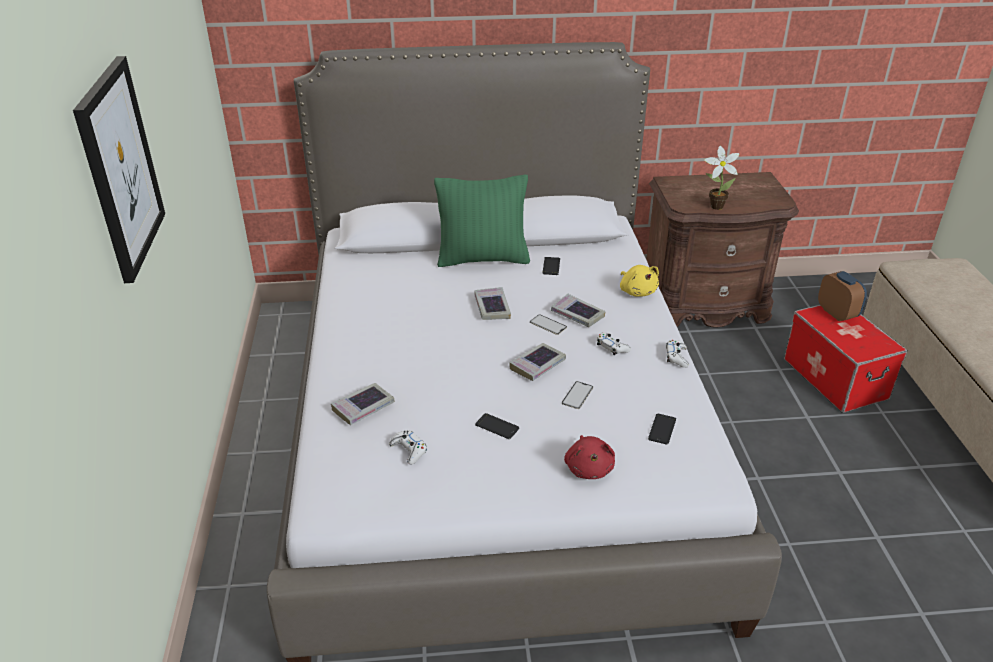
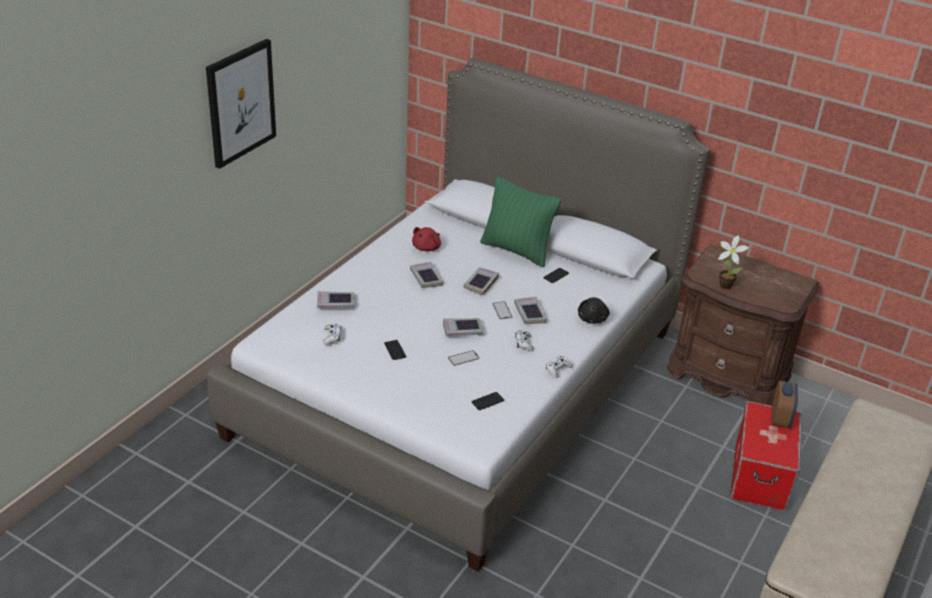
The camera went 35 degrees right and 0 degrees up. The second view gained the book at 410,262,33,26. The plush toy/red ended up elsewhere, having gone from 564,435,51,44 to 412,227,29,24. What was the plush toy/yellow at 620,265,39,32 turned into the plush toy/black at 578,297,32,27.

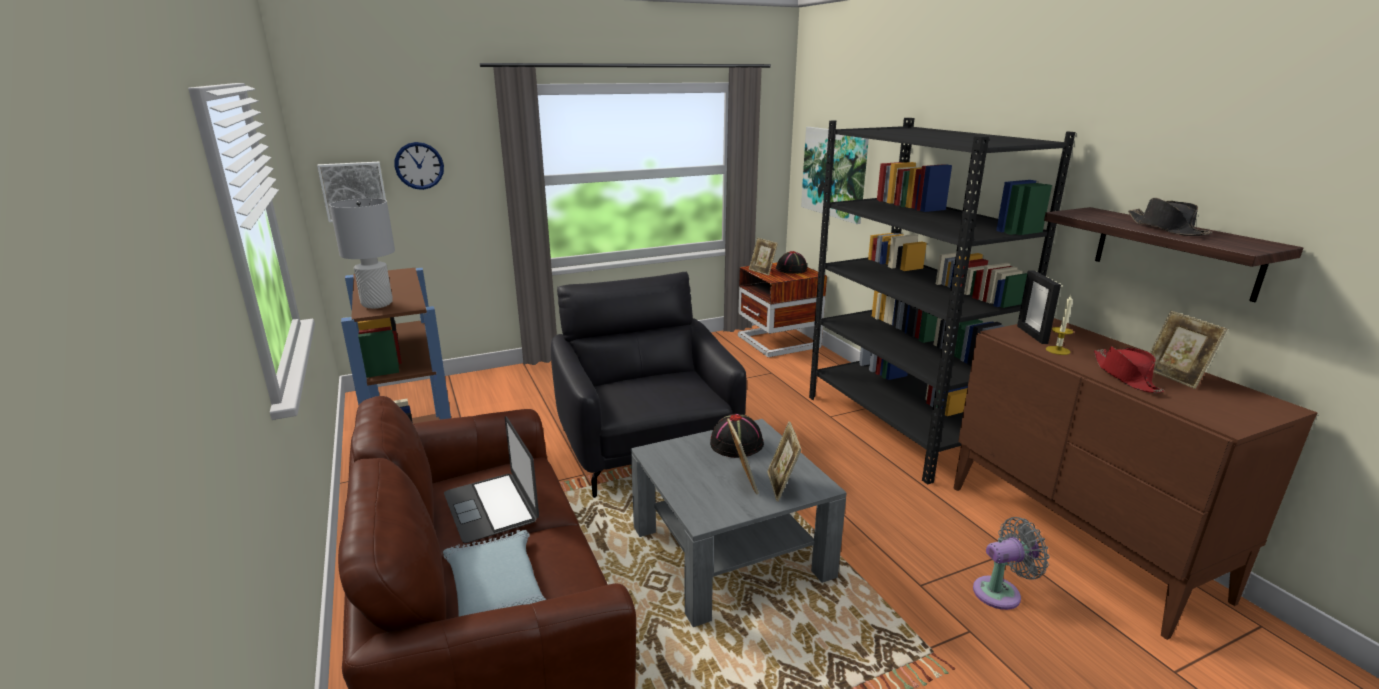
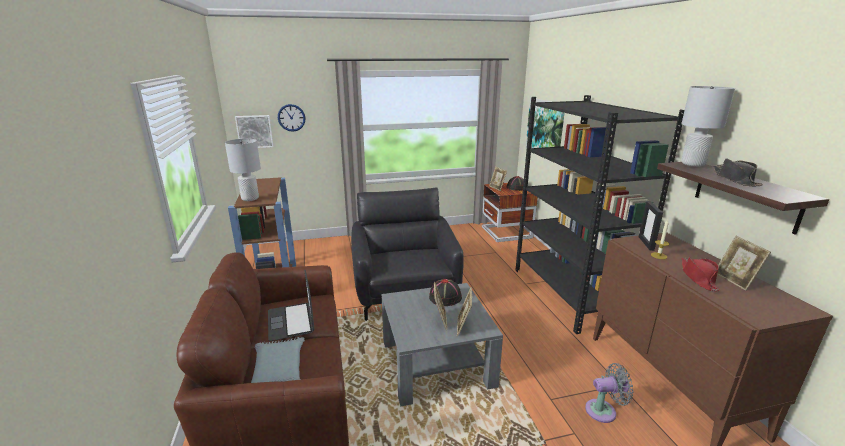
The camera went 10 degrees right and 0 degrees up. The second view gained the table lamp/grey at 681,86,54,81.

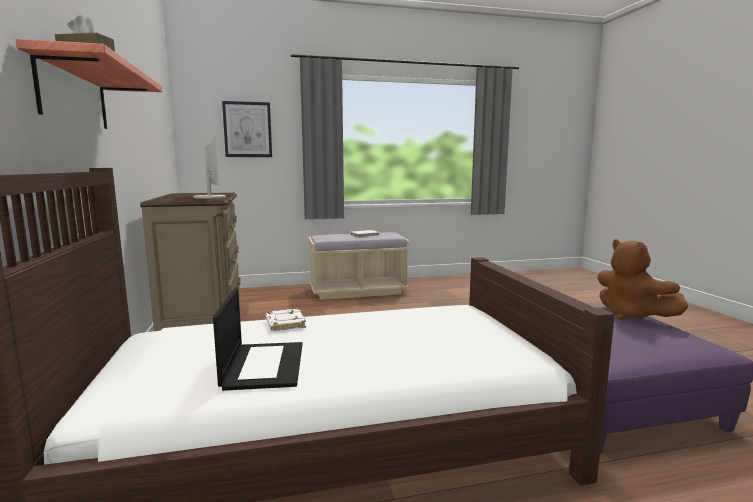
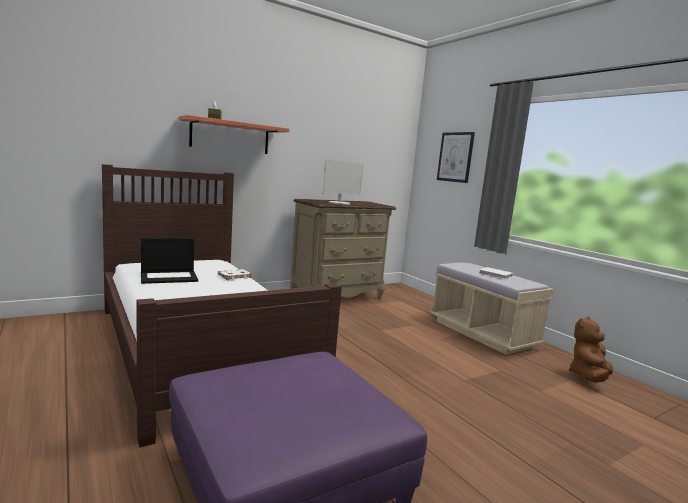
The camera went 70 degrees right and 0 degrees up. The plush toy/brown ended up elsewhere, having gone from 597,240,92,80 to 569,316,44,67.

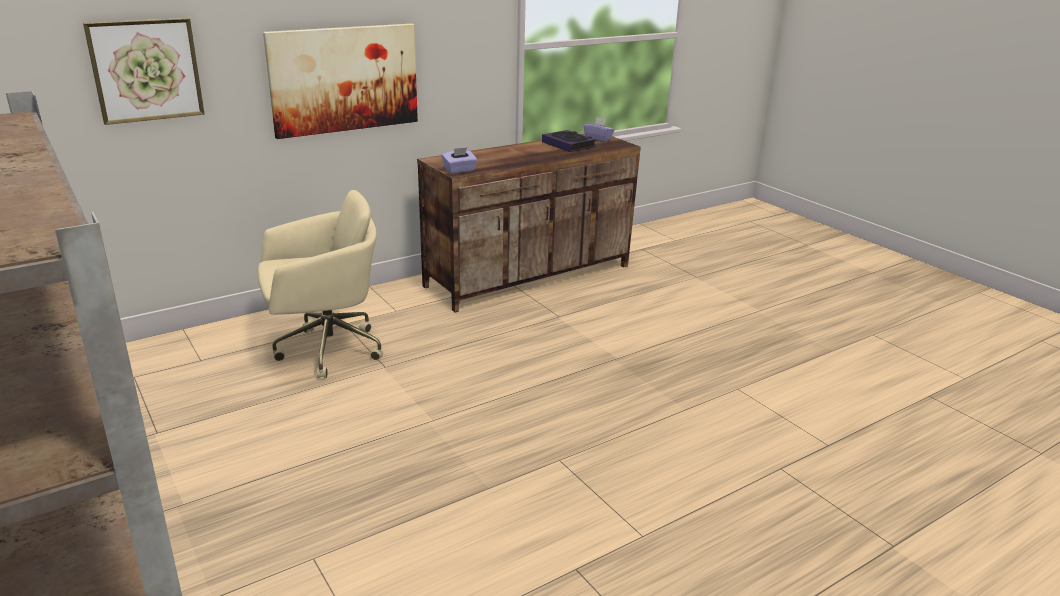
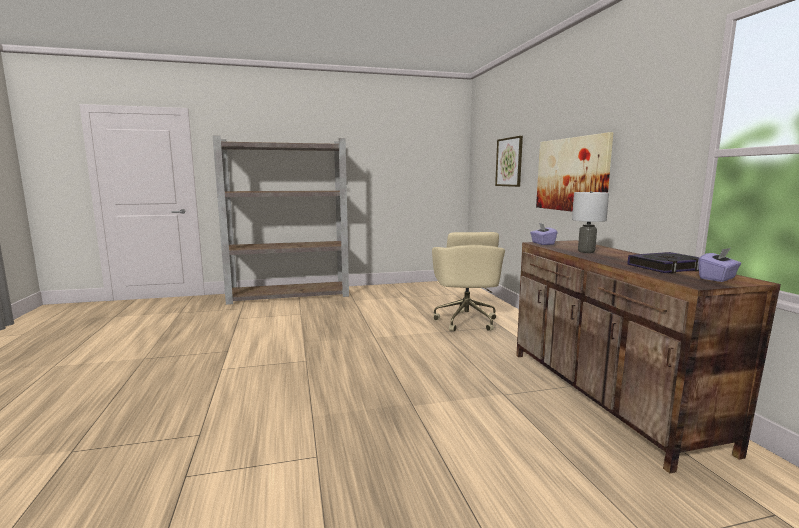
The camera went 110 degrees right and 15 degrees down. The second view gained the table lamp/white at 572,191,37,62.

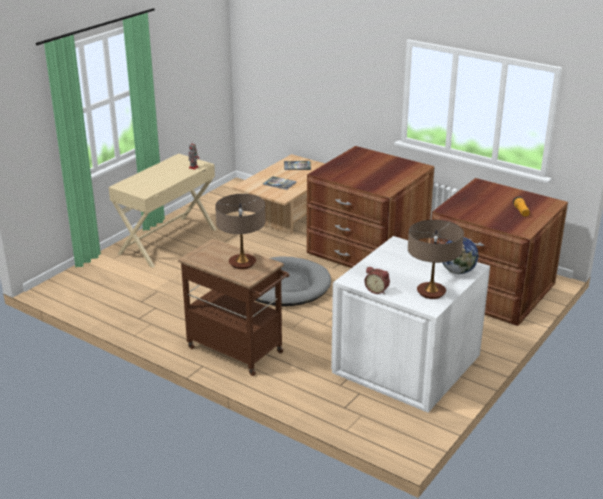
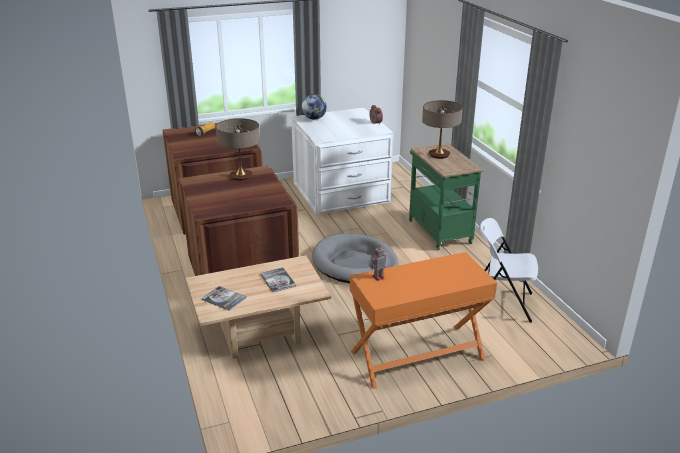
The camera went 145 degrees left and 0 degrees up. The table lamp ended up elsewhere, having gone from 408,220,56,79 to 216,118,44,63. What was the desk/beige at 108,154,109,114 turned into the desk/orange at 350,252,147,137. What was the cart/brown at 178,239,111,137 turned into the cart/green at 409,143,74,107. The second view gained the chair/white at 477,218,61,105.

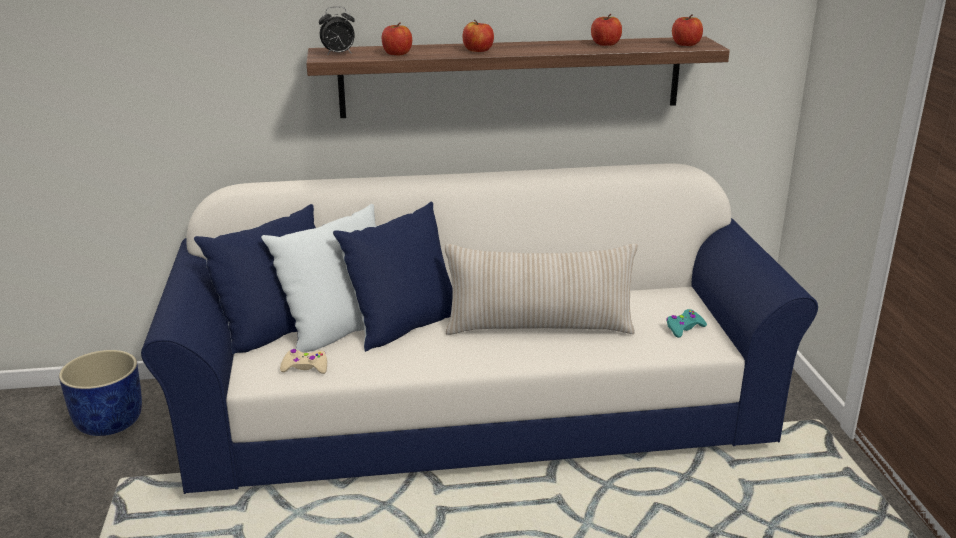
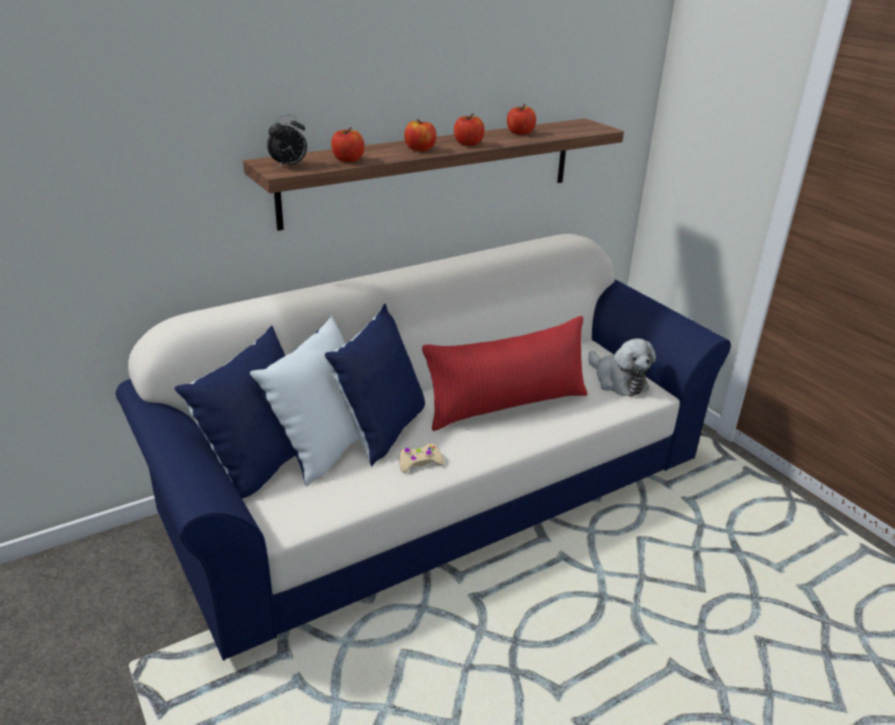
The camera went 25 degrees left and 5 degrees up. The game controller/beige ended up elsewhere, having gone from 280,349,47,25 to 399,444,45,29. What was the pillow/beige at 445,244,193,91 turned into the pillow/red at 422,316,165,115. The apple ended up elsewhere, having gone from 672,14,31,32 to 454,113,31,33. Where the game controller/turquoise stood at 666,309,41,29, the plush toy came to stand at 588,339,68,58. The second view lost the planter/blue at 59,350,83,86.

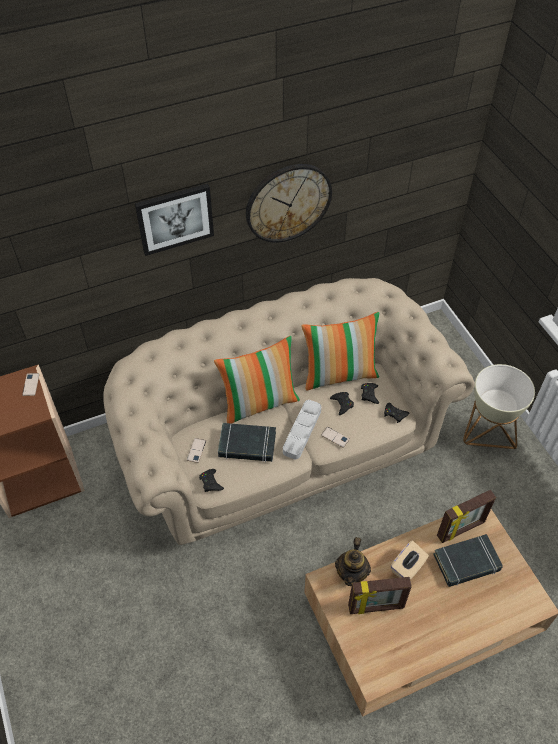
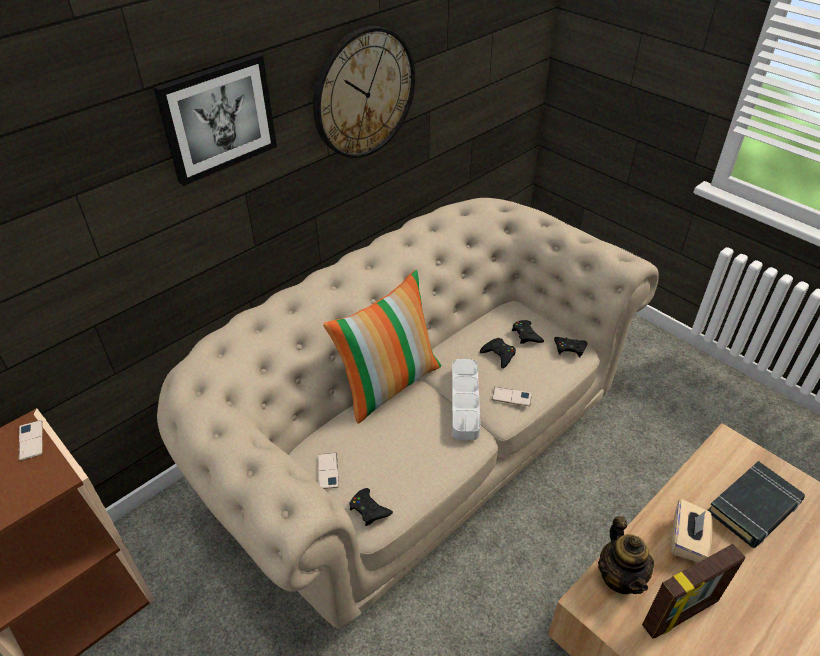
The camera went 20 degrees left and 10 degrees down. The second view lost the book/black at 218,423,58,39. The second view lost the pillow at 301,312,79,79. The second view lost the picture frame at 437,490,59,53. The second view lost the planter at 463,364,72,85.

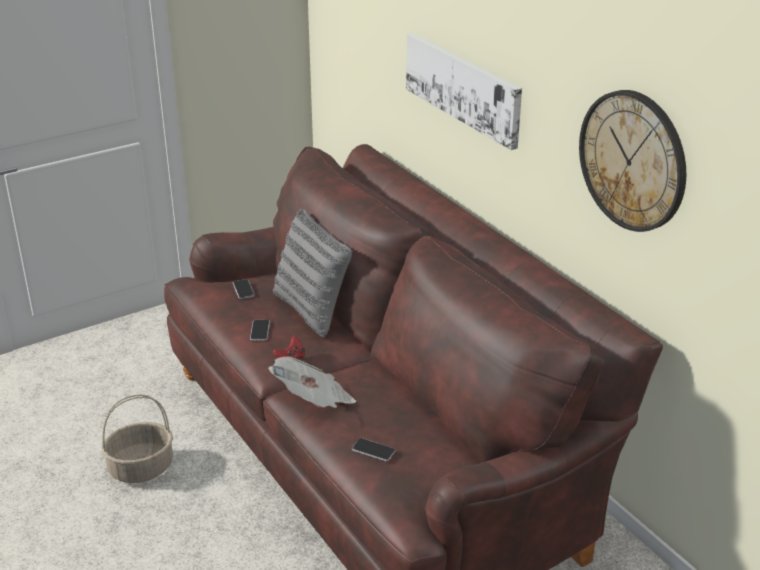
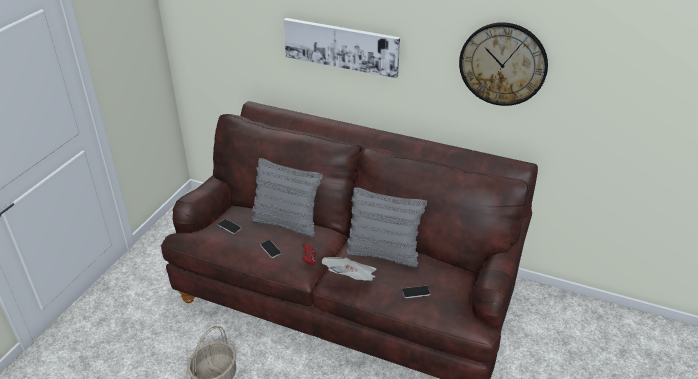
The camera went 35 degrees left and 5 degrees up. The second view gained the pillow/grey at 347,187,80,80.

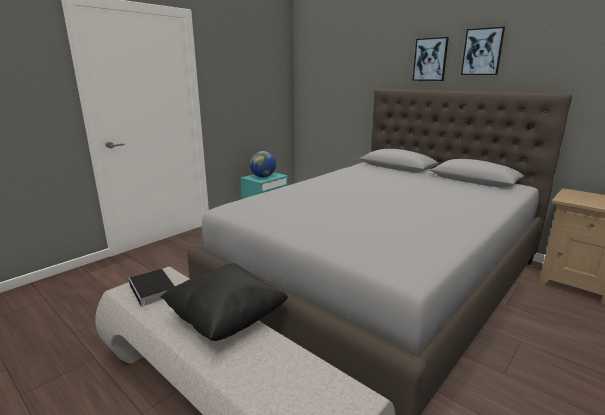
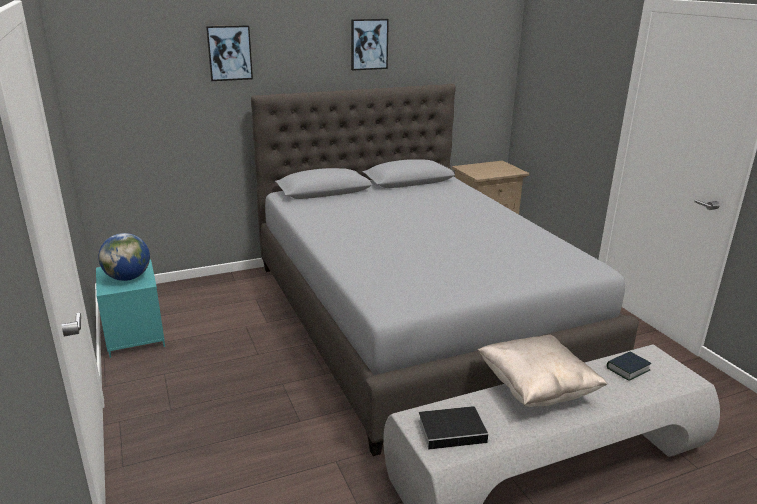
The camera went 65 degrees left and 5 degrees up. The picture ended up elsewhere, having gone from 413,37,36,44 to 206,25,47,56. What was the pillow/black at 161,263,127,78 turned into the pillow/beige at 478,335,130,72. The second view gained the book at 607,352,44,29.

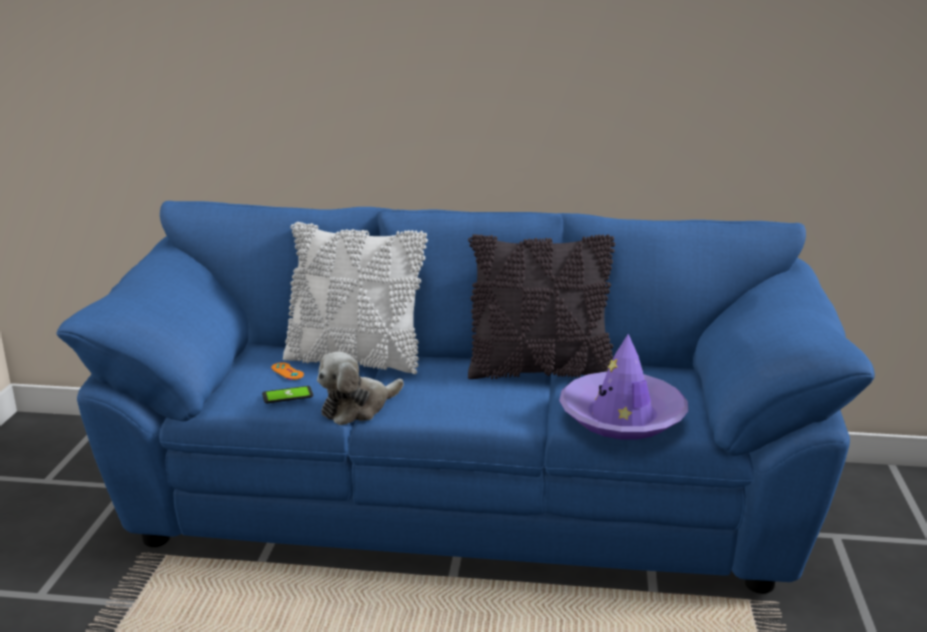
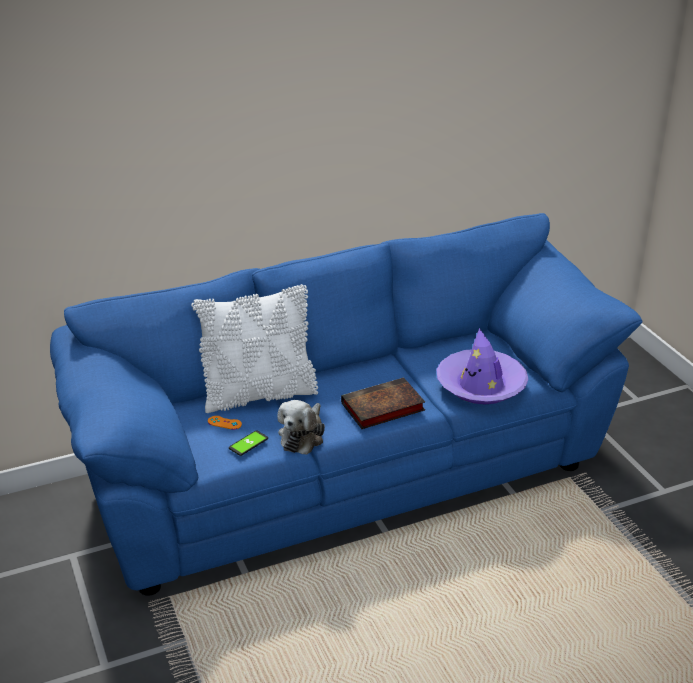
The camera went 30 degrees left and 10 degrees up. The second view gained the book at 341,377,84,52. The second view lost the pillow/black at 468,234,147,145.

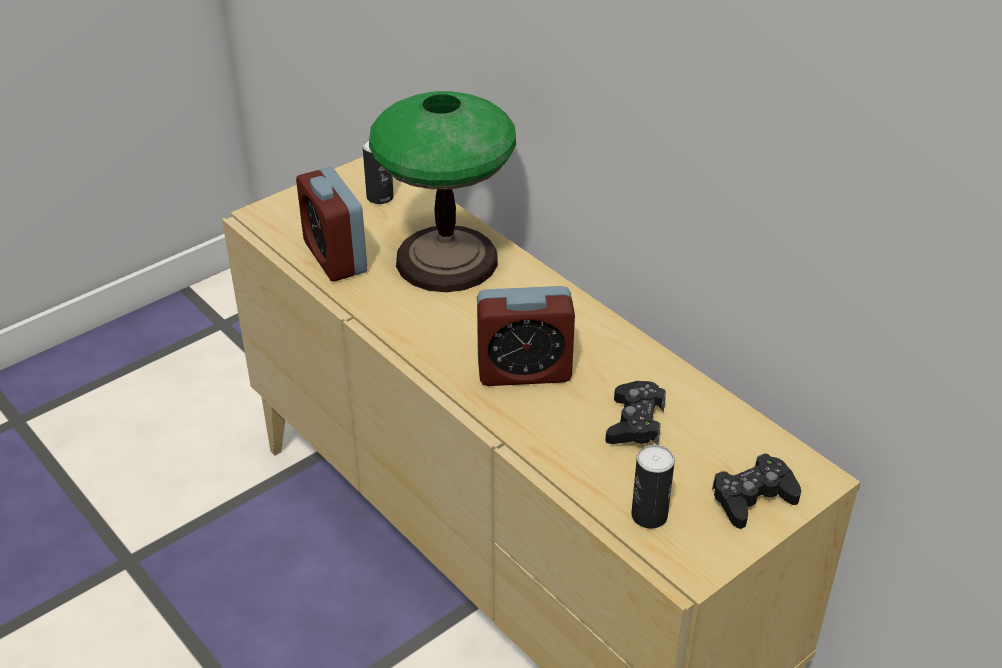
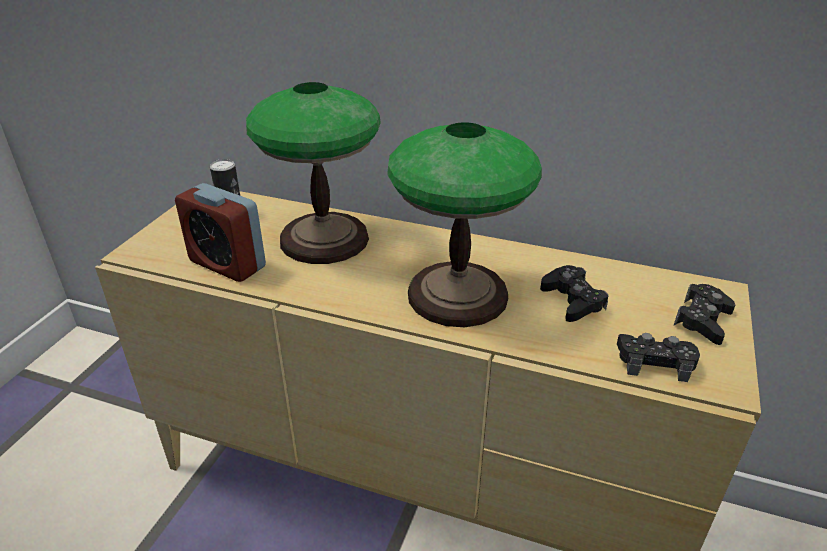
The camera went 30 degrees left and 5 degrees down. Where the alarm clock stood at 477,286,98,100, the table lamp came to stand at 387,122,155,205. Where the can stood at 631,445,44,84, the game controller/black came to stand at 617,333,83,49.

